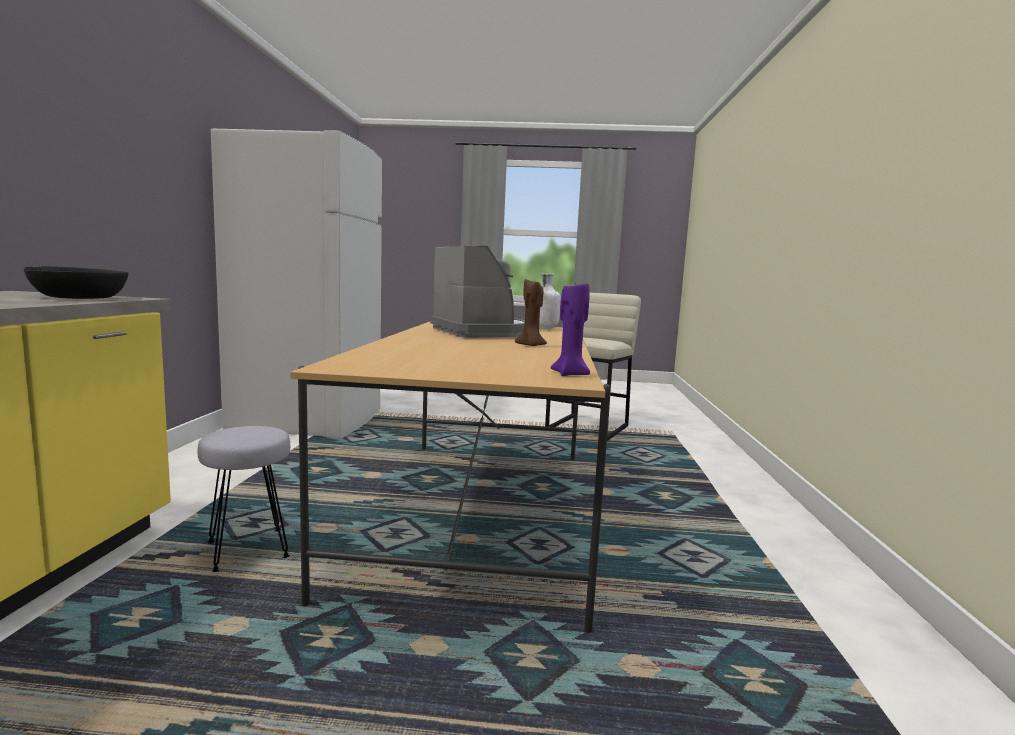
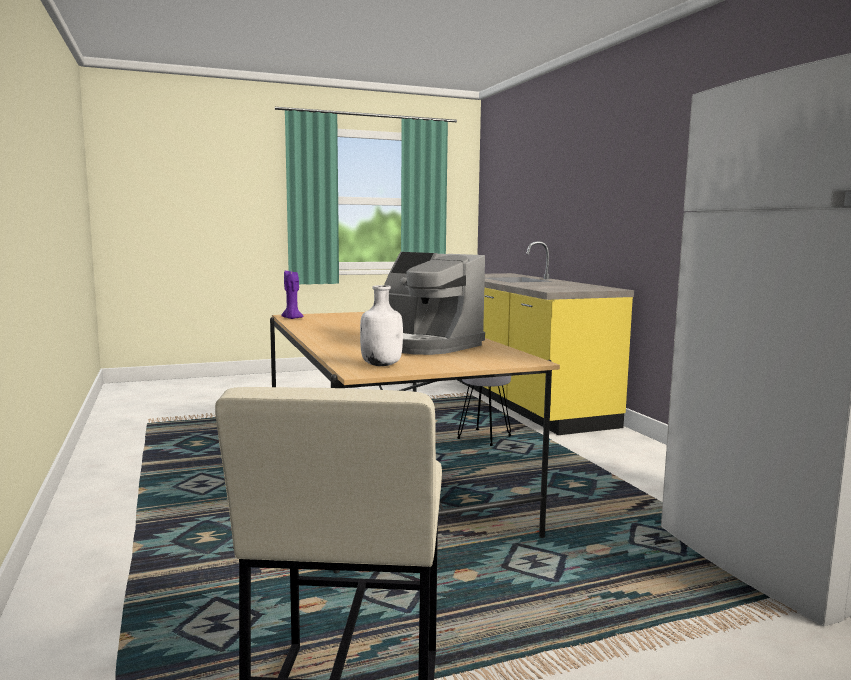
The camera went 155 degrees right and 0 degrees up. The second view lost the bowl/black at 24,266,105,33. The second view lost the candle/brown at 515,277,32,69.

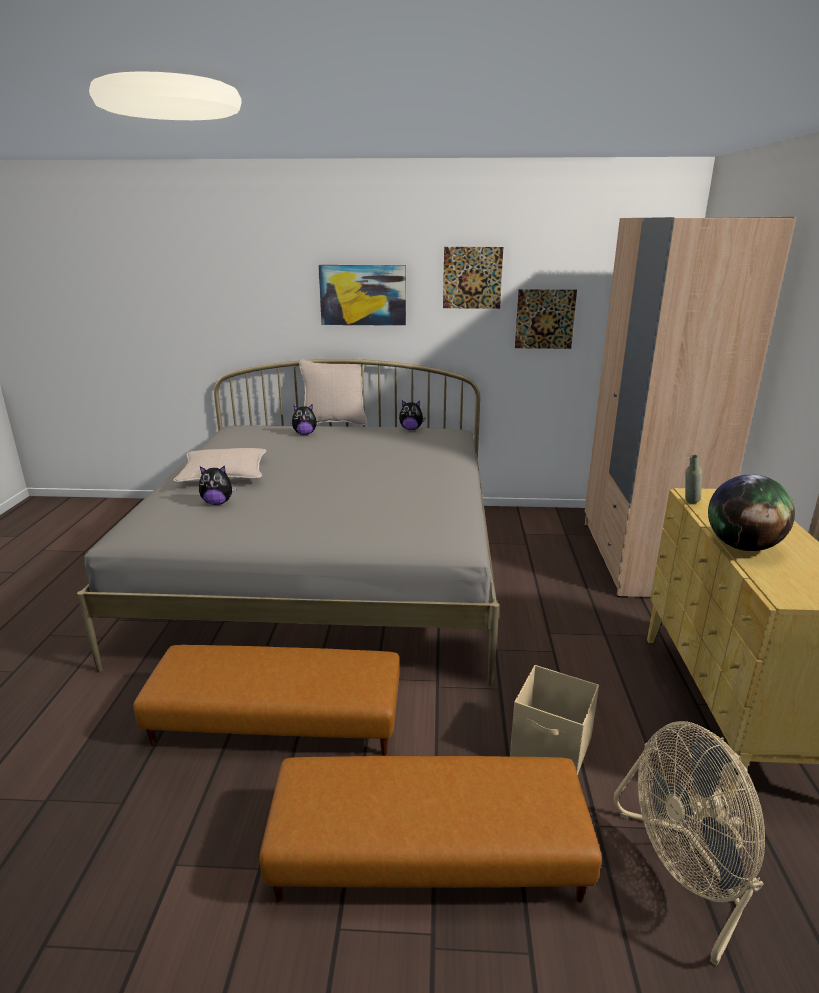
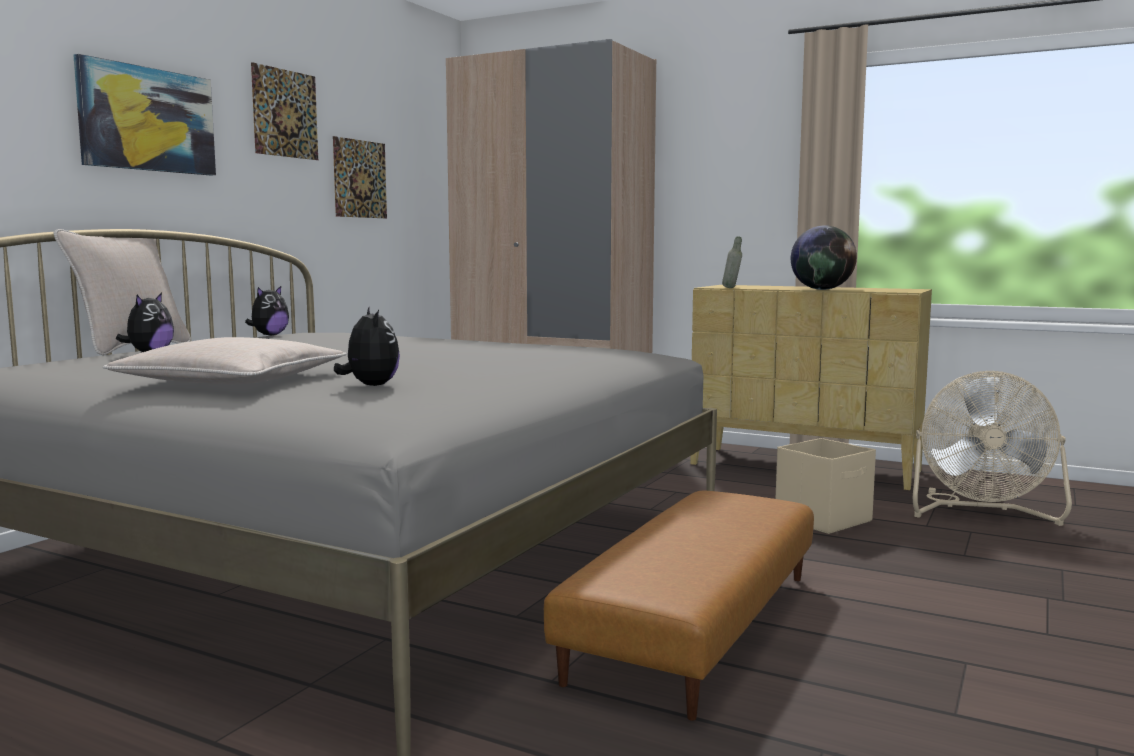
The camera went 65 degrees left and 15 degrees down. The plush toy at 199,466,38,39 ended up facing another way, 45 degrees counterclockwise from before. The second view lost the ottoman/brown at 259,756,343,147.

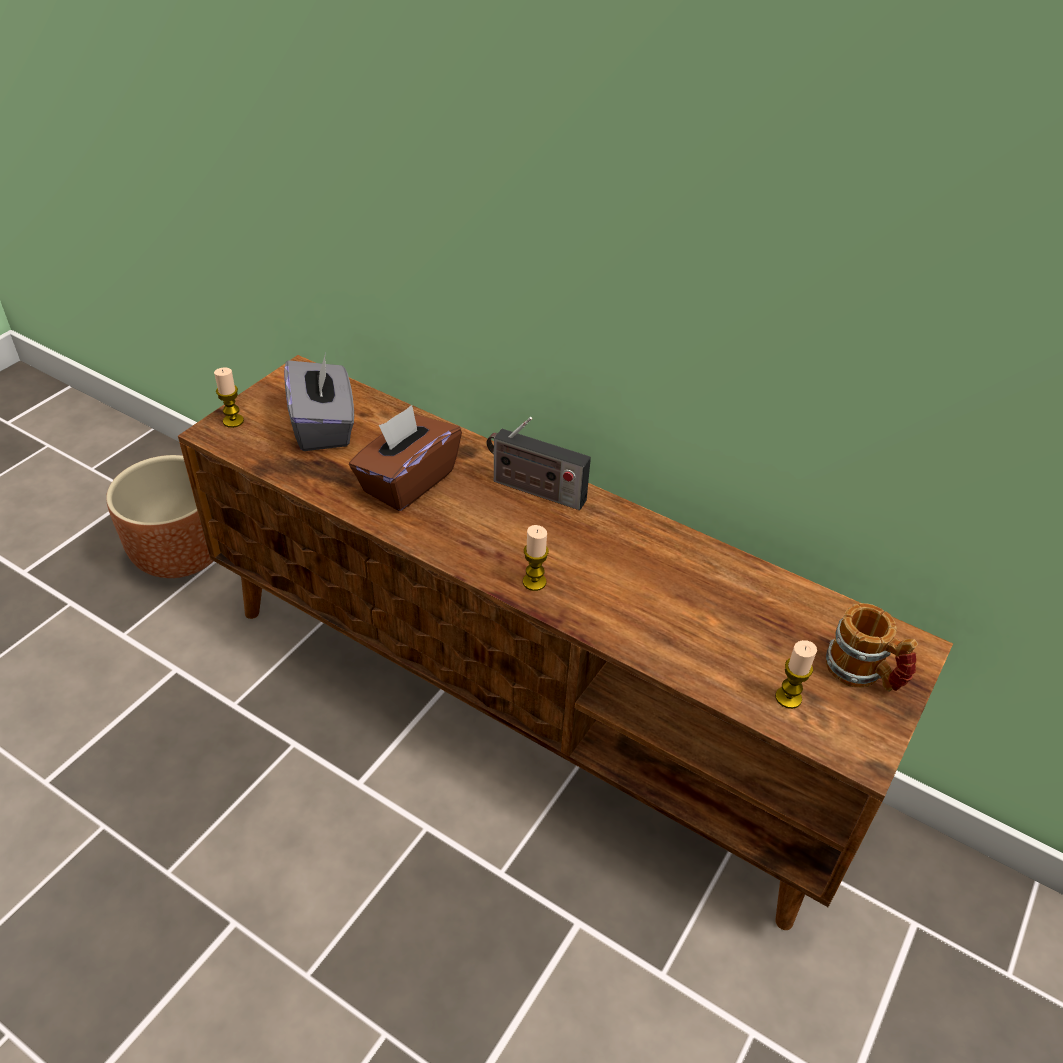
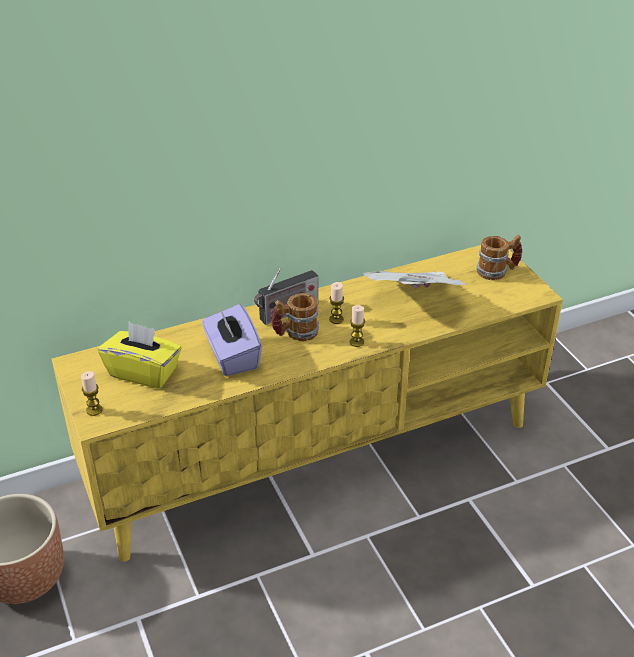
The camera went 55 degrees left and 5 degrees down. What was the tv stand/brown at 178,355,775,575 turned into the tv stand/yellow at 52,245,511,317. What was the tissue box/grey at 284,353,70,98 turned into the tissue box/yellow at 98,321,84,68. What was the tissue box/brown at 349,405,113,106 turned into the tissue box/purple at 202,304,60,72. The second view gained the mug at 272,293,47,48. The candle ended up elsewhere, having gone from 775,640,42,69 to 329,282,15,42. The second view gained the newspaper at 363,271,107,17.

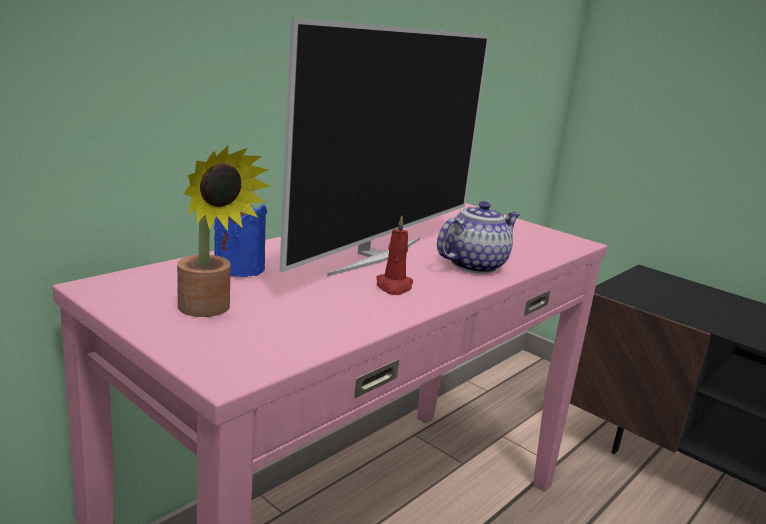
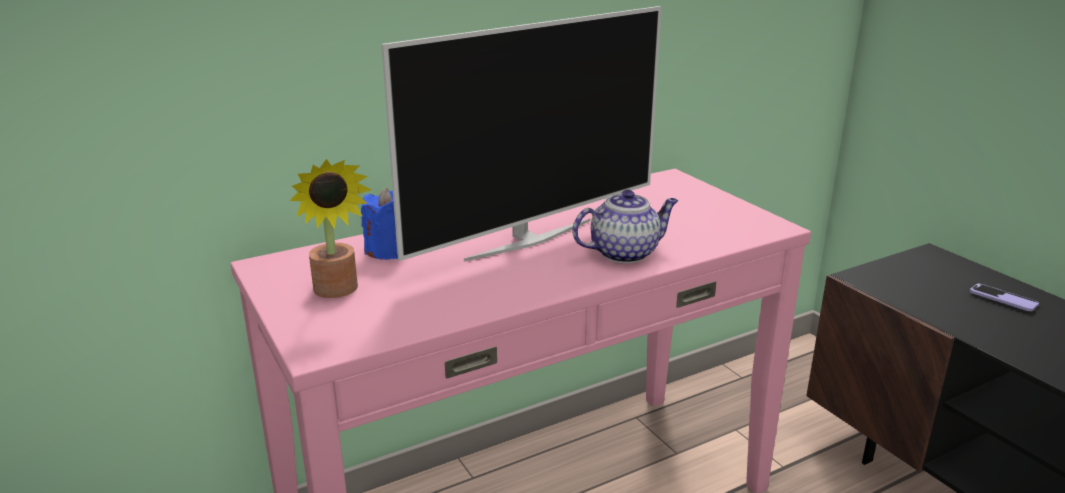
The camera went 20 degrees right and 5 degrees up. The second view gained the phone at 970,284,69,27. The second view lost the candle/red at 377,215,36,80.

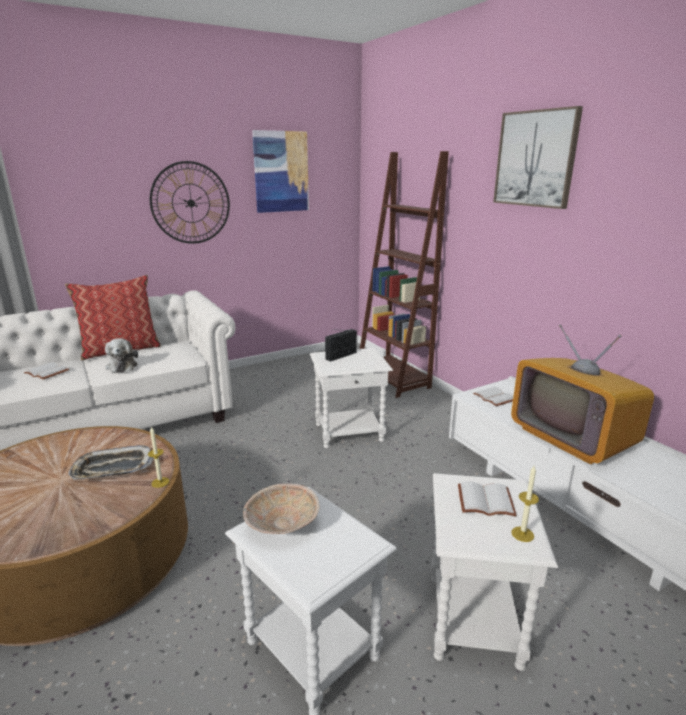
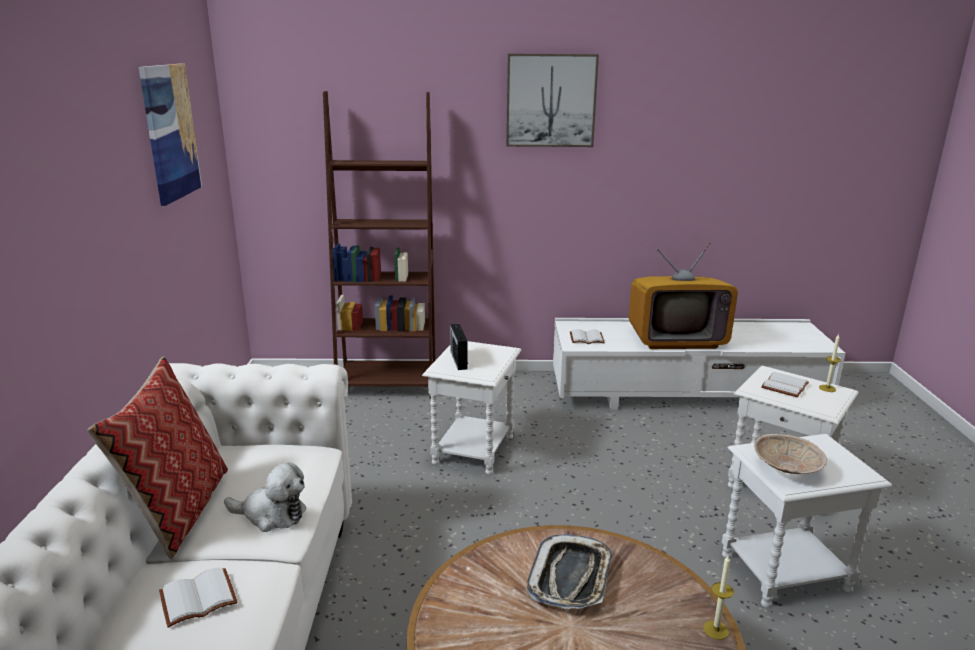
The camera went 60 degrees left and 0 degrees up. The candle ended up elsewhere, having gone from 148,426,21,62 to 703,556,31,84. The second view lost the wall clock at 150,161,80,83.

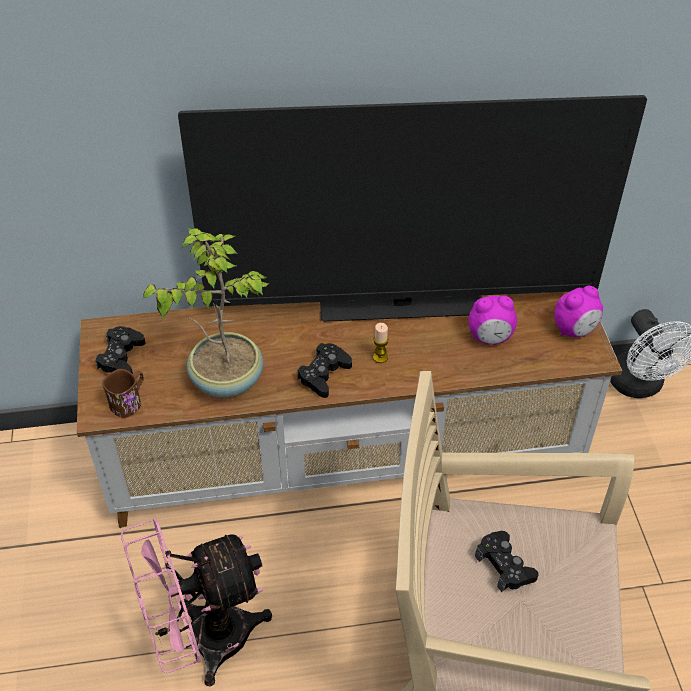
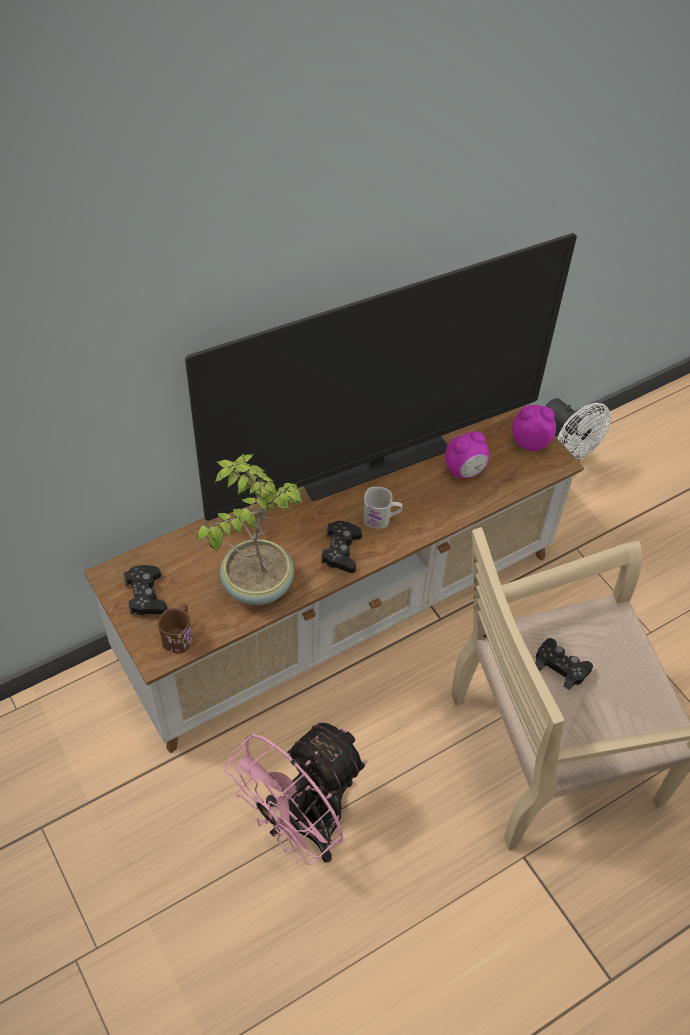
The camera went 25 degrees left and 5 degrees up. Where the candle stood at 373,323,16,40, the mug/white came to stand at 363,487,39,42. The alarm clock at 554,286,49,51 ended up facing another way, 120 degrees counterclockwise from before.

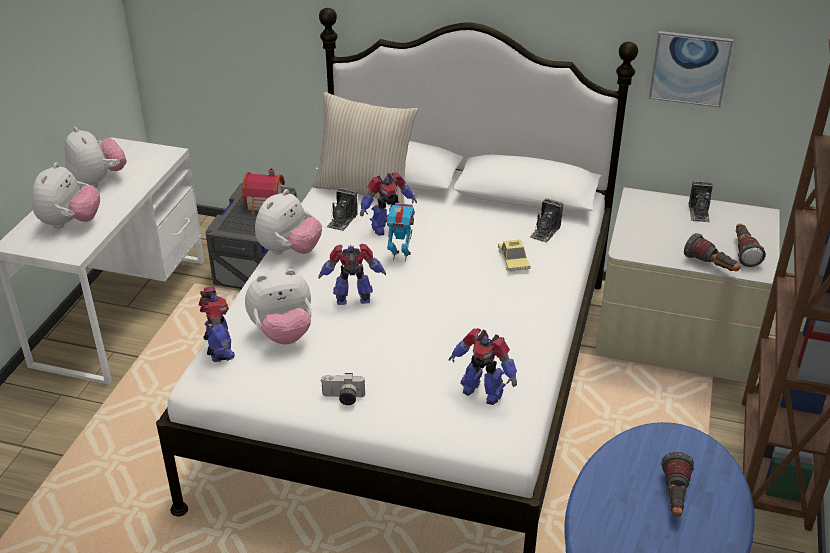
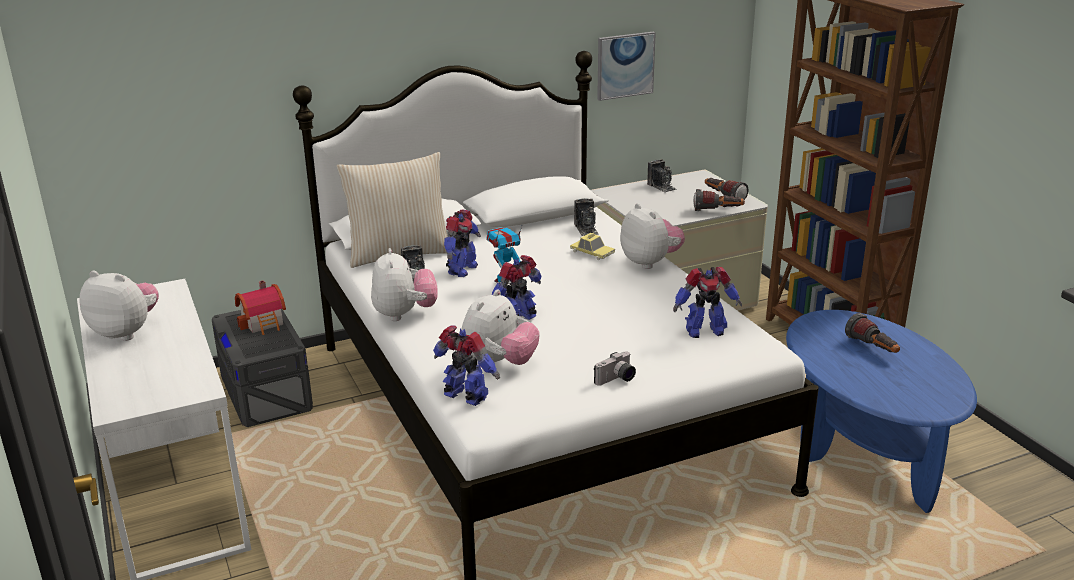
The camera went 40 degrees left and 10 degrees down. The plush toy ended up elsewhere, having gone from 32,162,68,67 to 620,203,65,66.

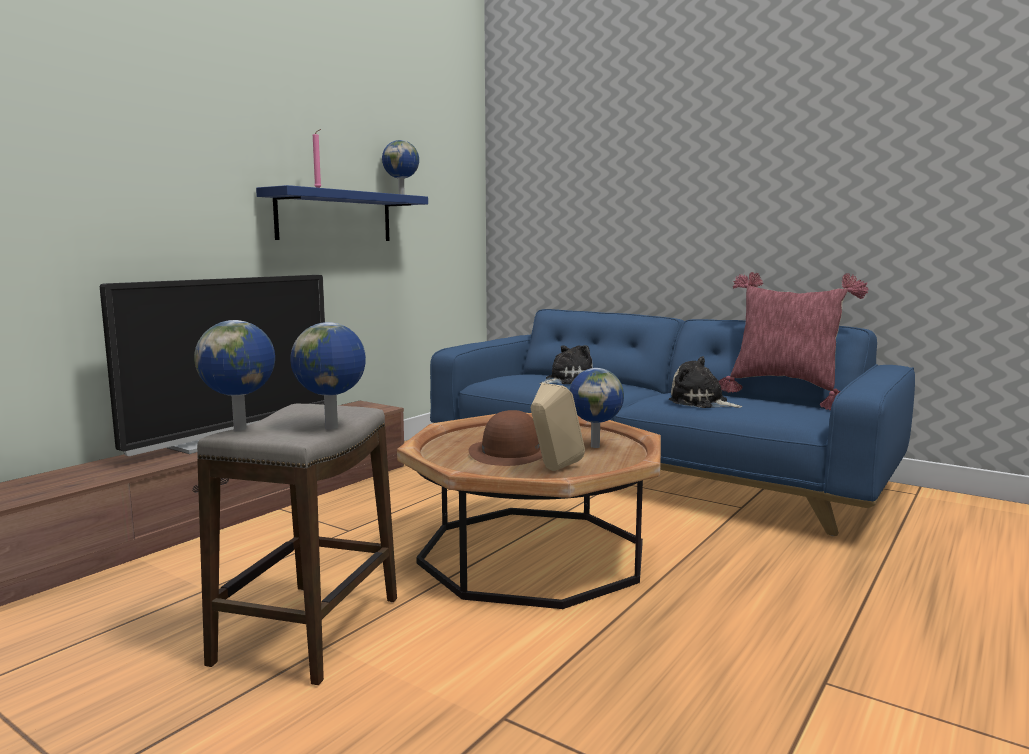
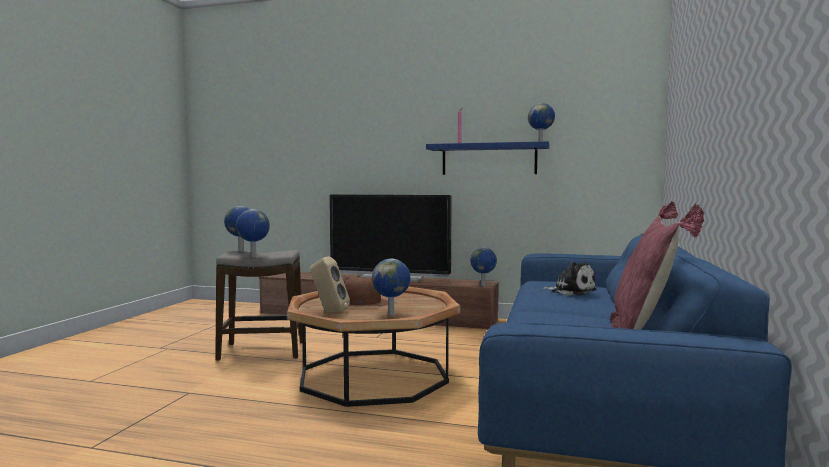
The camera went 70 degrees right and 5 degrees down. The second view gained the globe at 470,247,27,39. The second view lost the plush toy at 669,356,73,52.

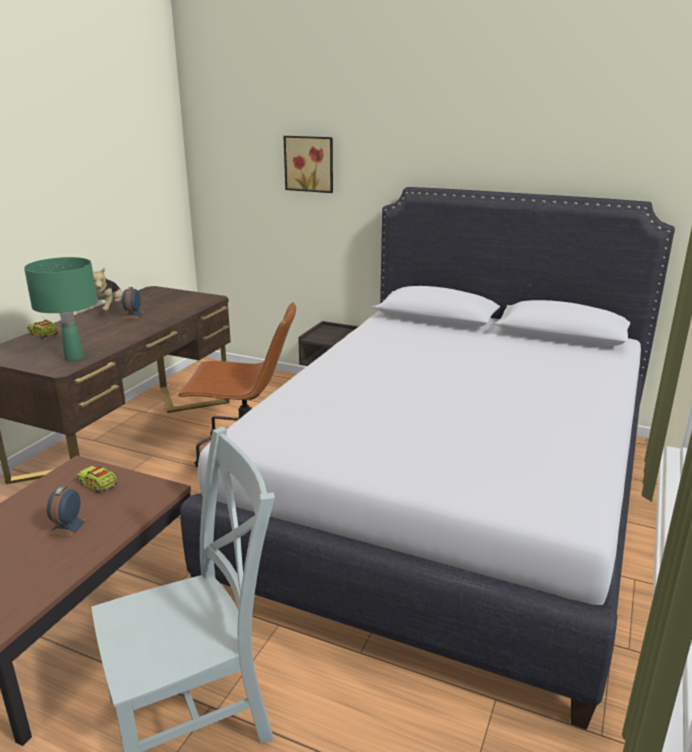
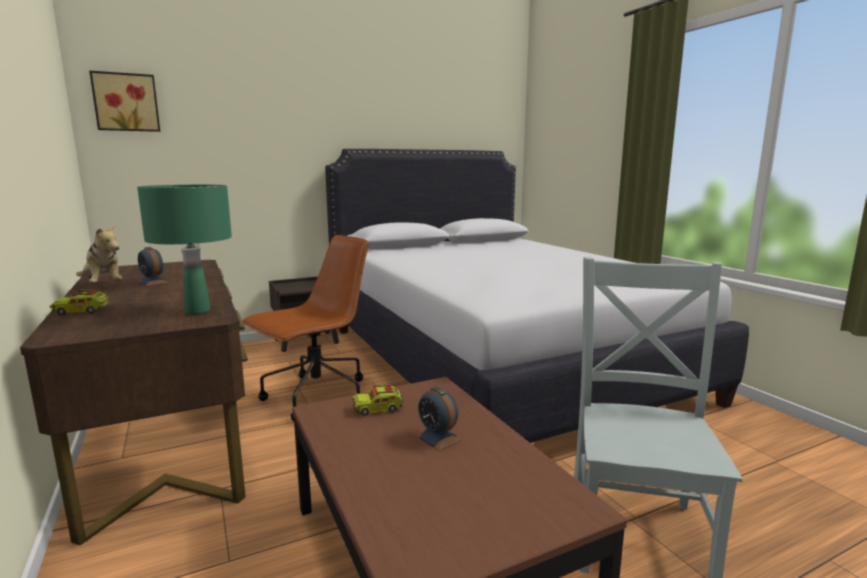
The camera went 50 degrees left and 10 degrees down. The picture ended up elsewhere, having gone from 283,136,50,57 to 89,71,71,61.

